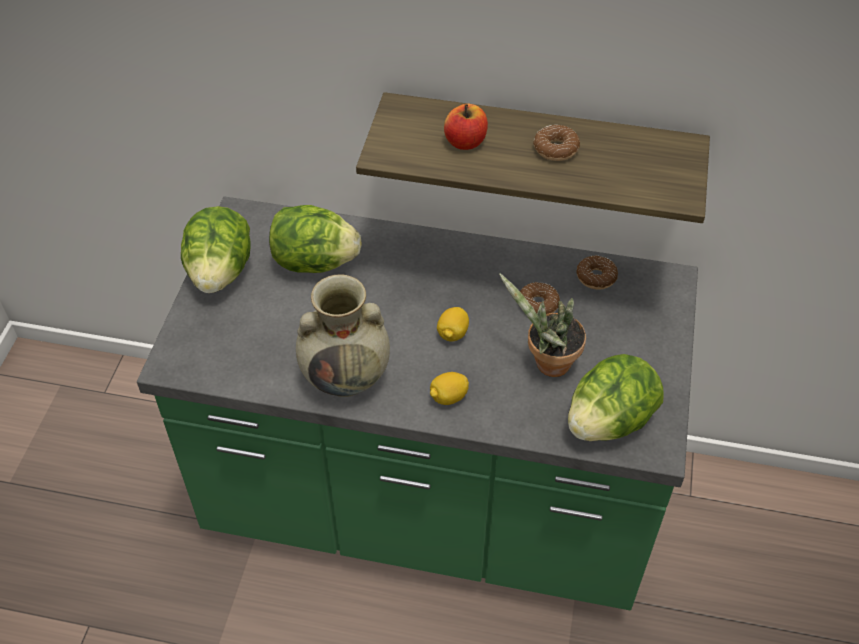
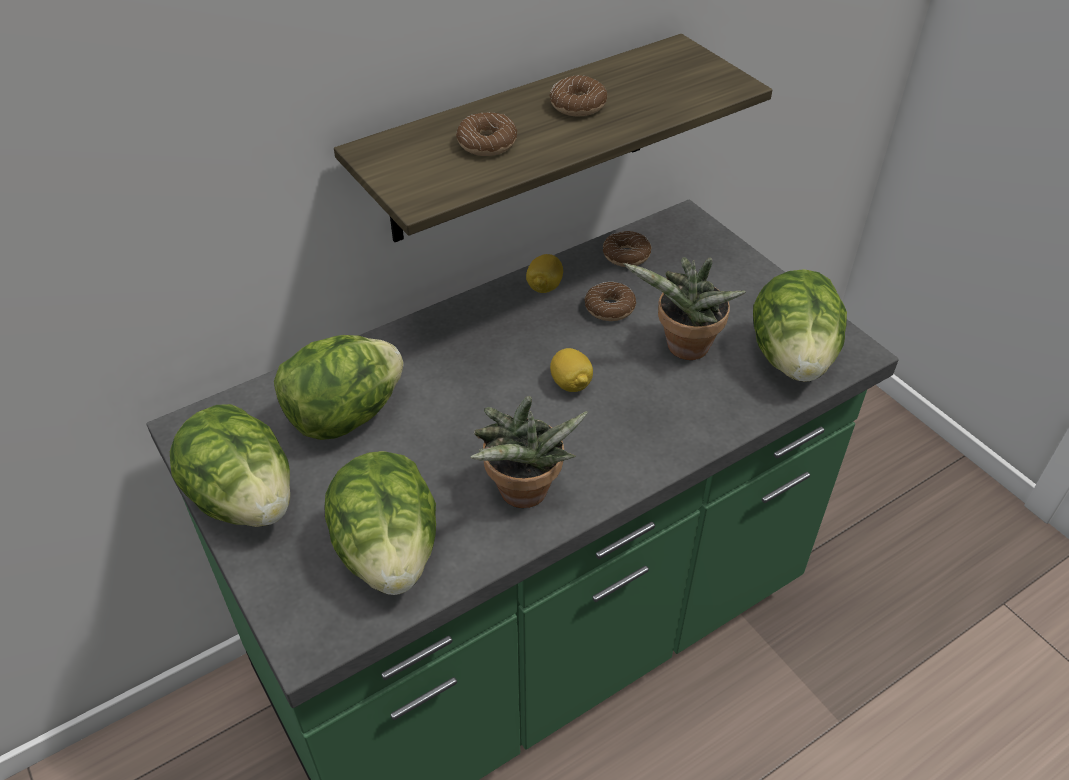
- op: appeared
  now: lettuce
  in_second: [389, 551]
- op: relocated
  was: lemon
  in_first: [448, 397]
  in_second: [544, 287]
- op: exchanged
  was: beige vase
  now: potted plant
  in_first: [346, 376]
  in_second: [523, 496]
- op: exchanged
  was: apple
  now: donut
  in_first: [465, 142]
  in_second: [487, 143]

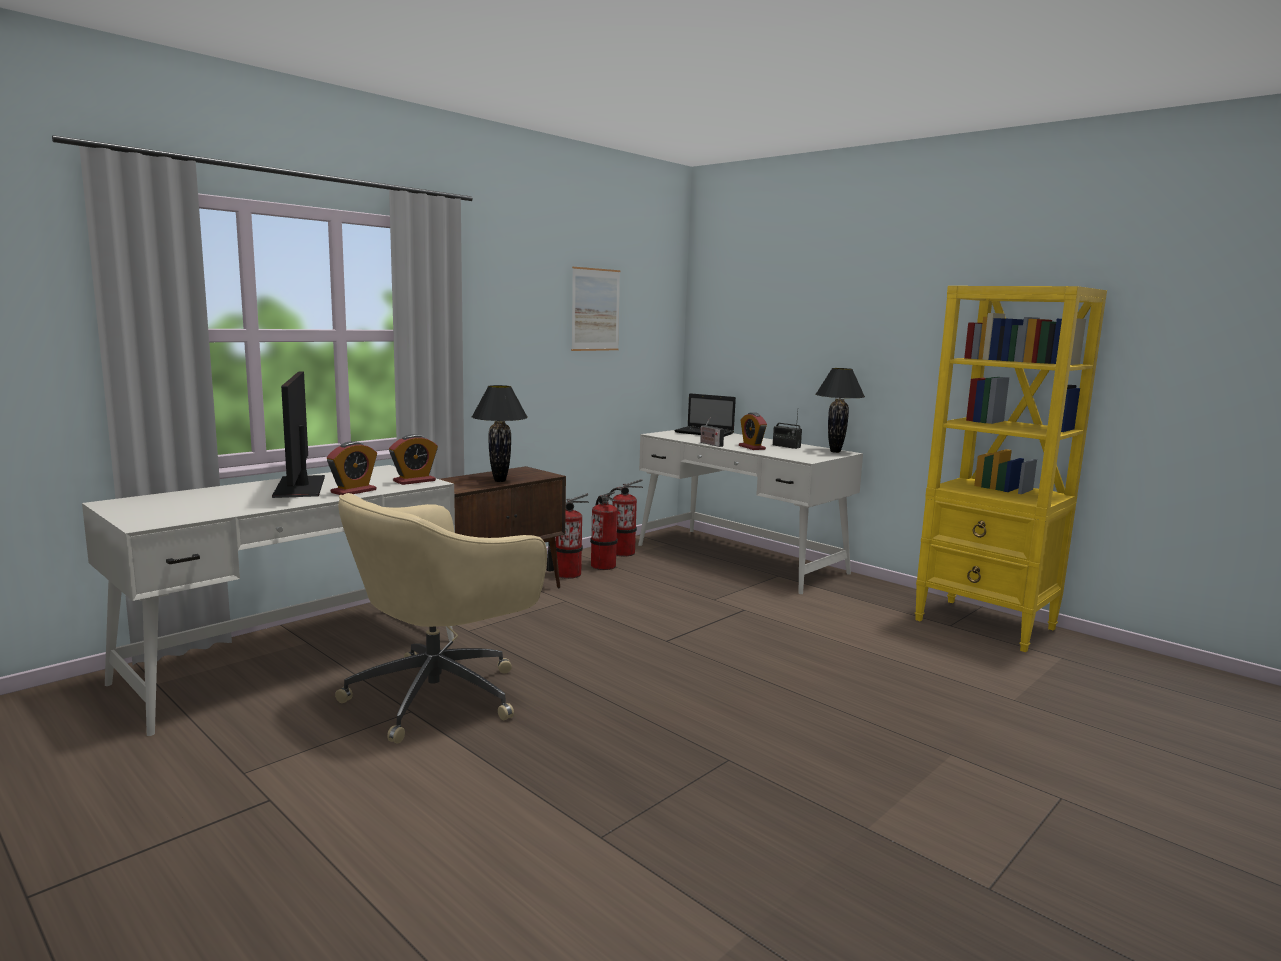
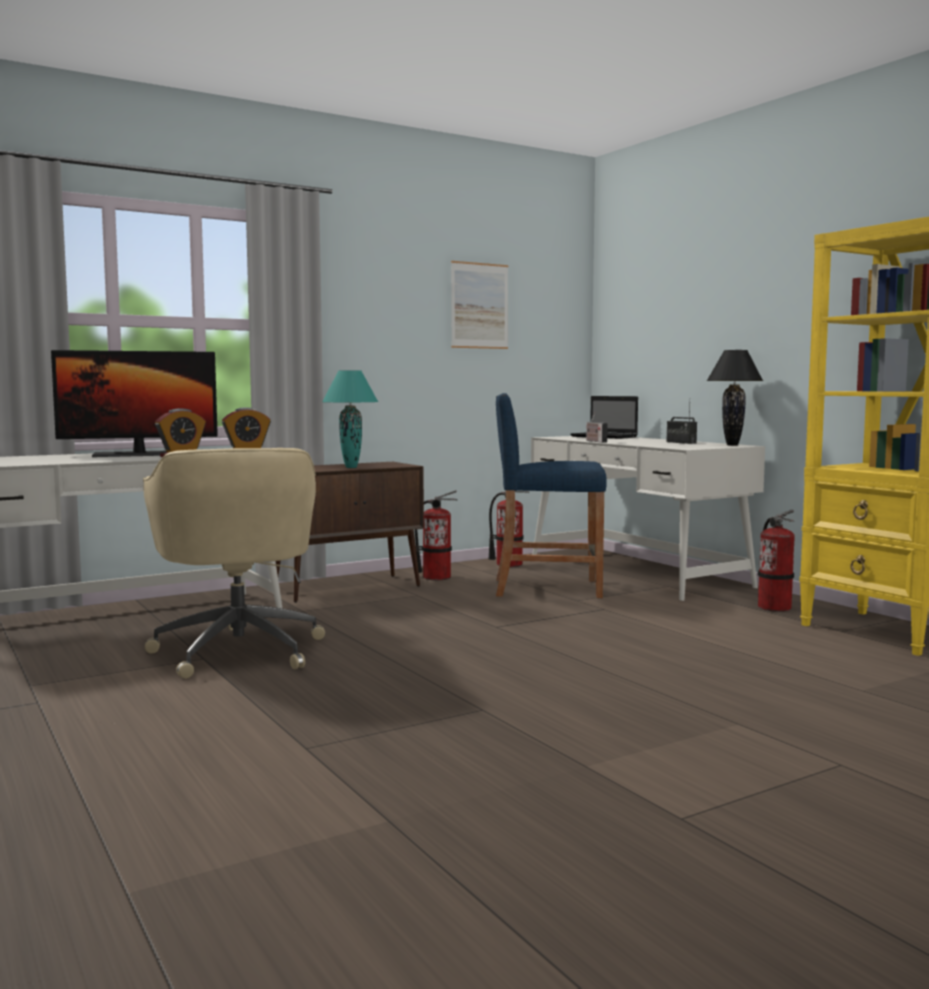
- op: missing
  was: alarm clock
  in_first: [752, 447]
- op: appeared
  now: blue stool
  in_second: [547, 588]
- op: relocated
  was: fire extinguisher
  in_first: [603, 566]
  in_second: [774, 607]
- op: colour
  was: black table lamp
  now: turquoise table lamp
  in_first: [500, 481]
  in_second: [351, 467]
- op: spun
  was: monitor
  in_first: [299, 487]
  in_second: [139, 454]
  clockwise: -105
- op: spun
  was: beige office chair
  in_first: [440, 695]
  in_second: [239, 650]
  clockwise: -75

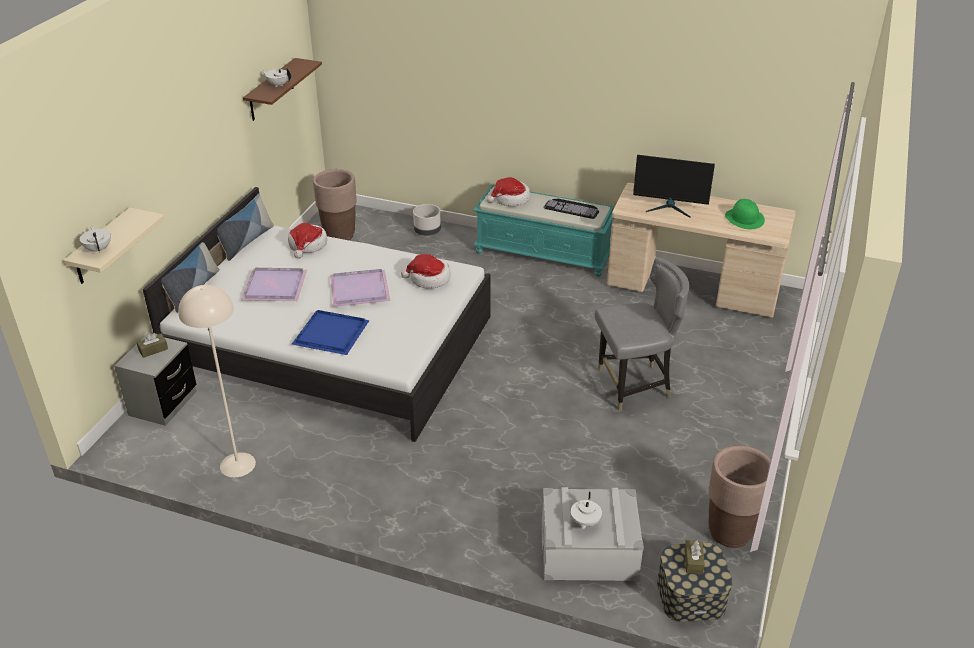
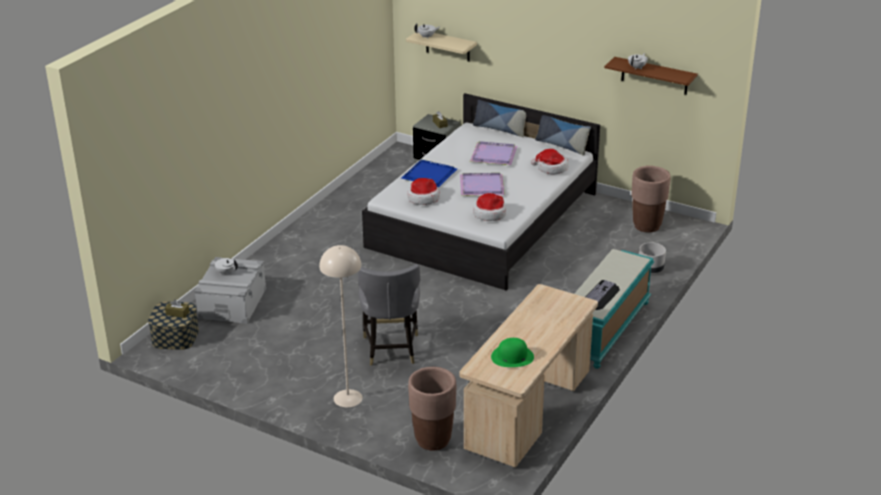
- op: missing
  was: monitor
  in_first: [669, 208]
- op: relocated
  was: beige floor lamp
  in_first: [237, 464]
  in_second: [348, 398]
- op: relocated
  was: hat
  in_first: [510, 199]
  in_second: [423, 198]
- op: relocated
  was: brown planter
  in_first: [730, 533]
  in_second: [432, 440]

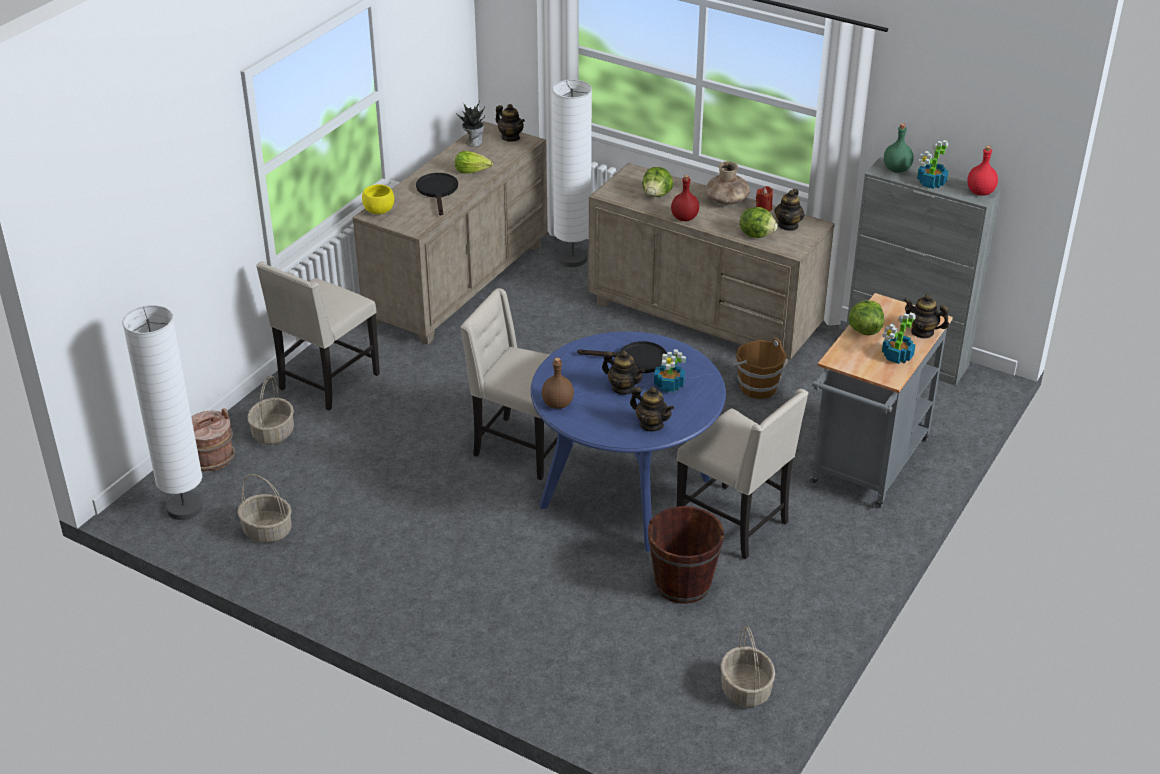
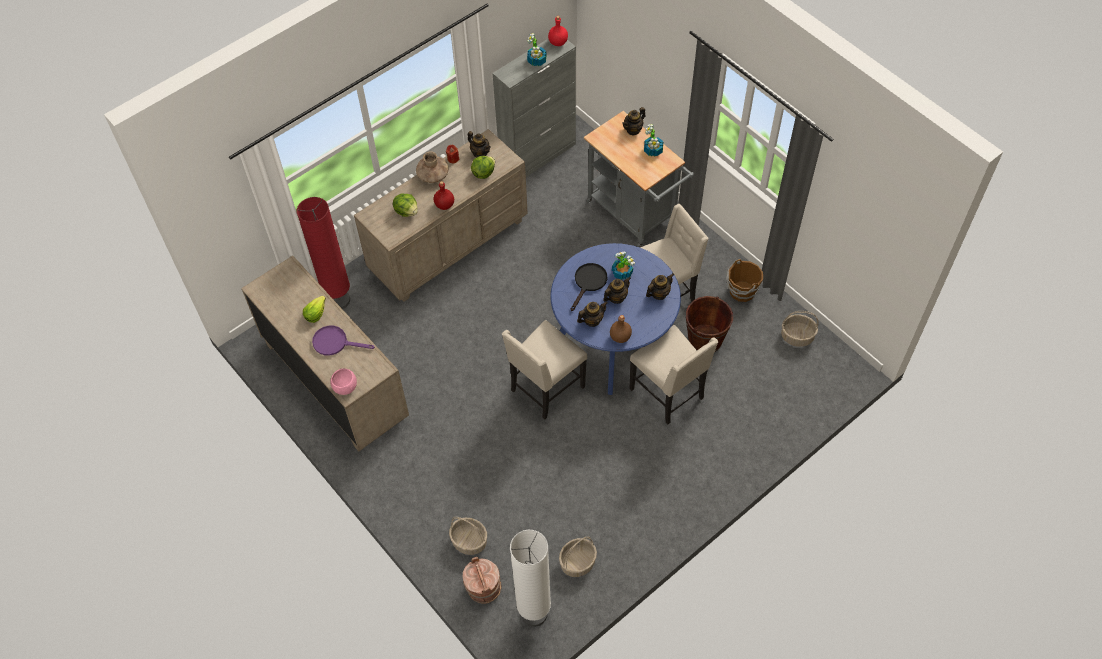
- op: missing
  was: potted plant
  in_first: [473, 142]
- op: missing
  was: lettuce
  in_first: [864, 330]
- op: missing
  was: green bottle
  in_first: [896, 169]
- op: relocated
  was: beige chair
  in_first: [327, 382]
  in_second: [668, 394]
- op: relocated
  was: teapot
  in_first: [510, 137]
  in_second: [592, 320]
- op: relocated
  was: brown bucket
  in_first: [757, 387]
  in_second: [741, 291]
- op: colour
  was: yellow bowl
  now: pink bowl
  in_first: [379, 211]
  in_second: [345, 387]
- op: colour
  was: black frying pan
  now: purple frying pan
  in_first: [438, 191]
  in_second: [335, 342]
- op: colour
  was: white floor lamp
  now: red floor lamp
  in_first: [572, 259]
  in_second: [339, 300]

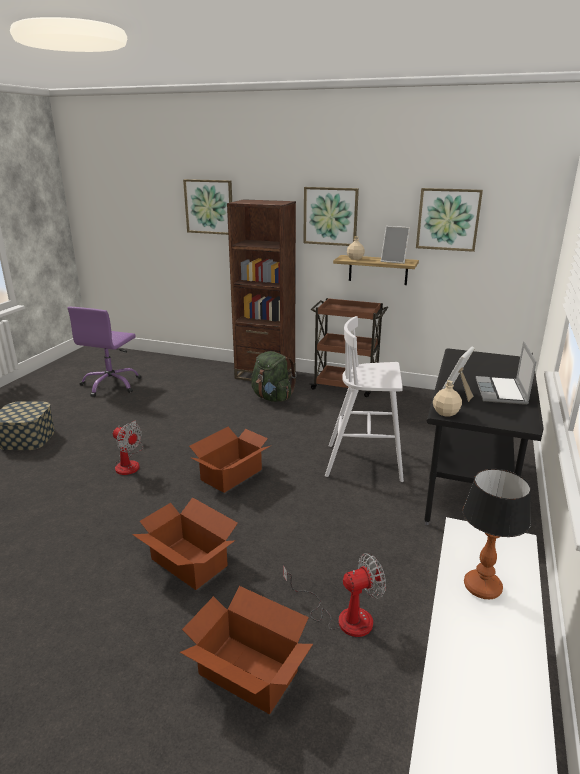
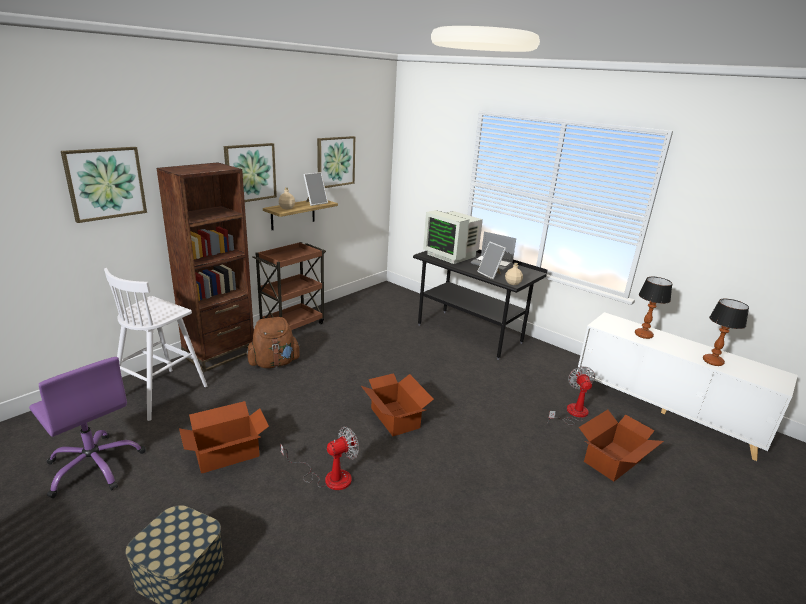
- op: appeared
  now: monitor
  in_second: [451, 255]
- op: appeared
  now: table lamp
  in_second: [713, 362]
- op: relocated
  was: cardboard box
  in_first: [188, 563]
  in_second: [228, 454]
- op: relocated
  was: white stool
  in_first: [366, 463]
  in_second: [162, 393]
- op: colour
  was: green backpack
  now: brown backpack
  in_first: [272, 398]
  in_second: [274, 363]

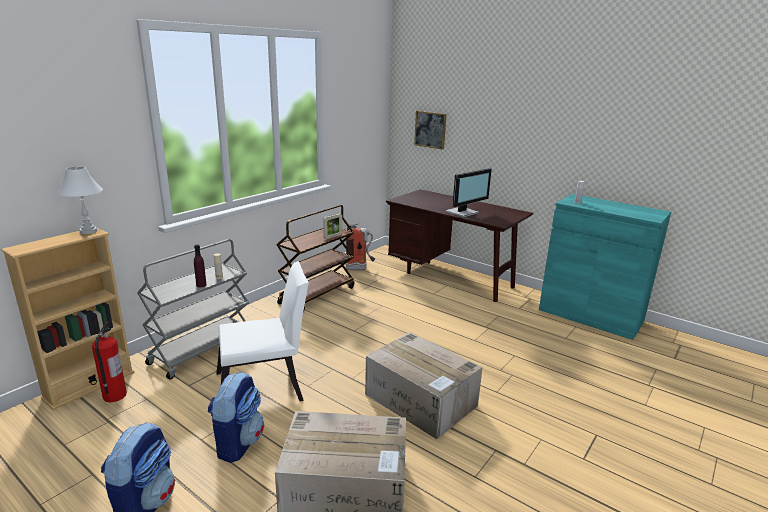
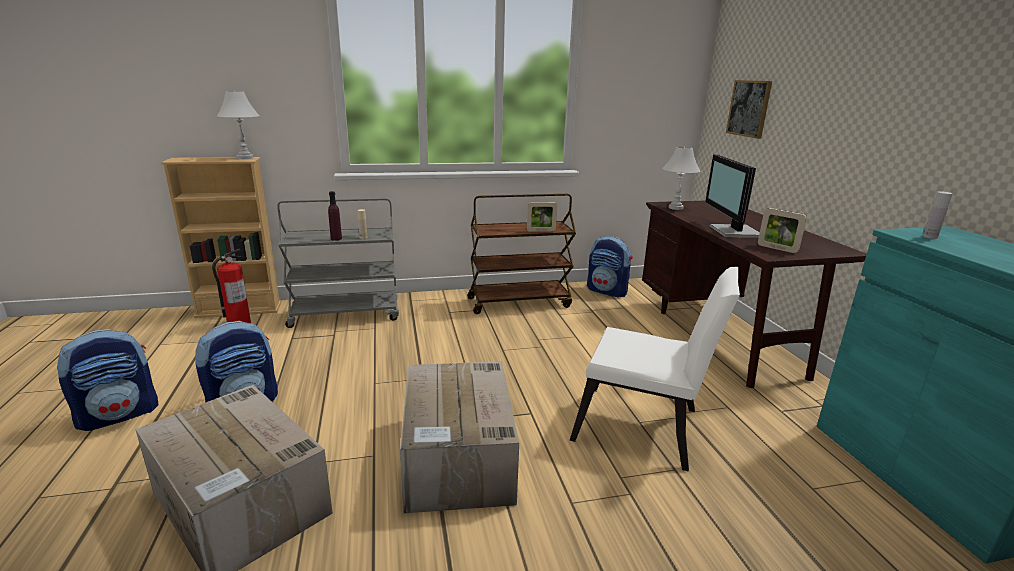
- op: appeared
  now: white table lamp
  in_second: [676, 208]
- op: appeared
  now: picture frame
  in_second: [777, 248]
- op: relocated
  was: white chair
  in_first: [265, 386]
  in_second: [644, 429]
- op: exchanged
  was: fire extinguisher
  now: backpack
  in_first: [360, 268]
  in_second: [607, 291]
- op: spun
  was: monitor
  in_first: [463, 212]
  in_second: [733, 232]
  clockwise: 90

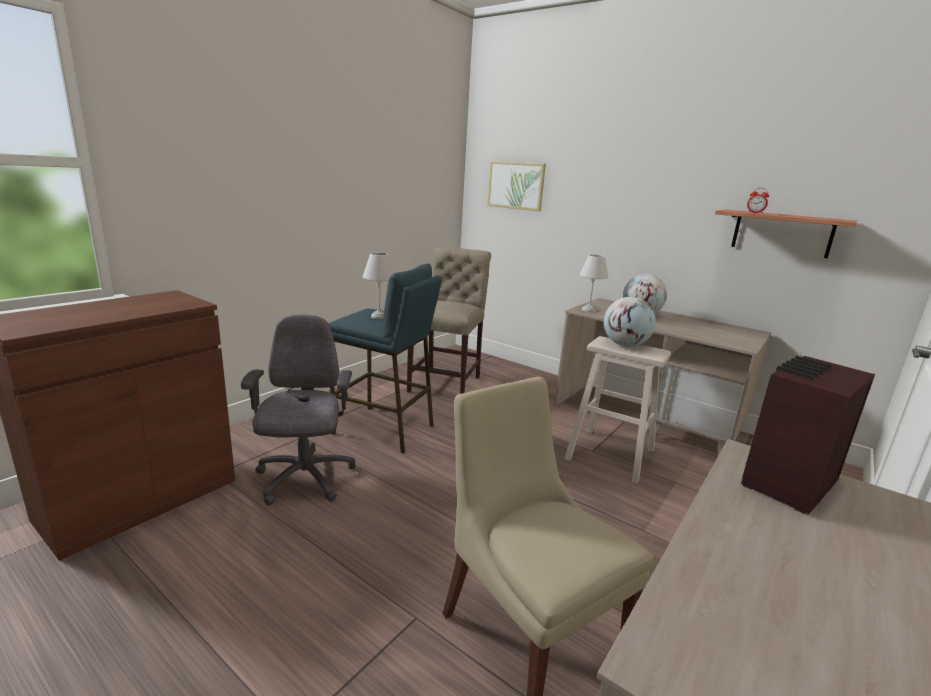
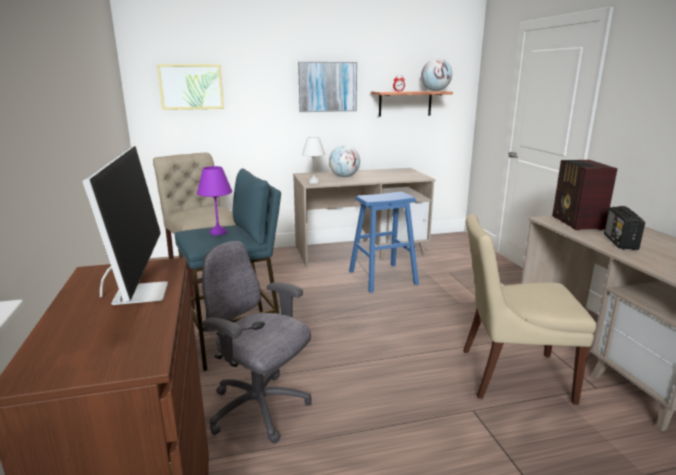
- op: appeared
  now: monitor
  in_second: [140, 292]
- op: appeared
  now: picture
  in_second: [327, 87]
- op: appeared
  now: radio
  in_second: [620, 242]
- op: relocated
  was: globe
  in_first: [625, 345]
  in_second: [435, 91]
- op: colour
  was: white table lamp
  now: purple table lamp
  in_first: [379, 317]
  in_second: [219, 232]
- op: colour
  was: beige stool
  now: blue stool
  in_first: [610, 454]
  in_second: [382, 277]

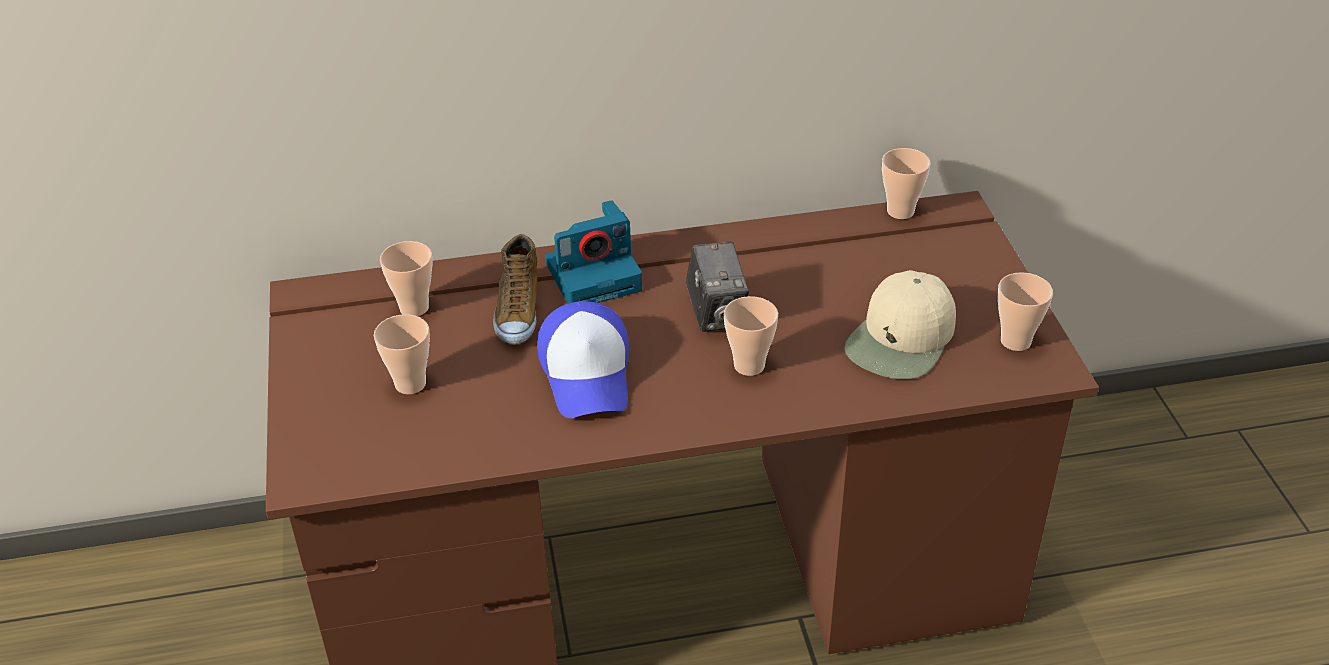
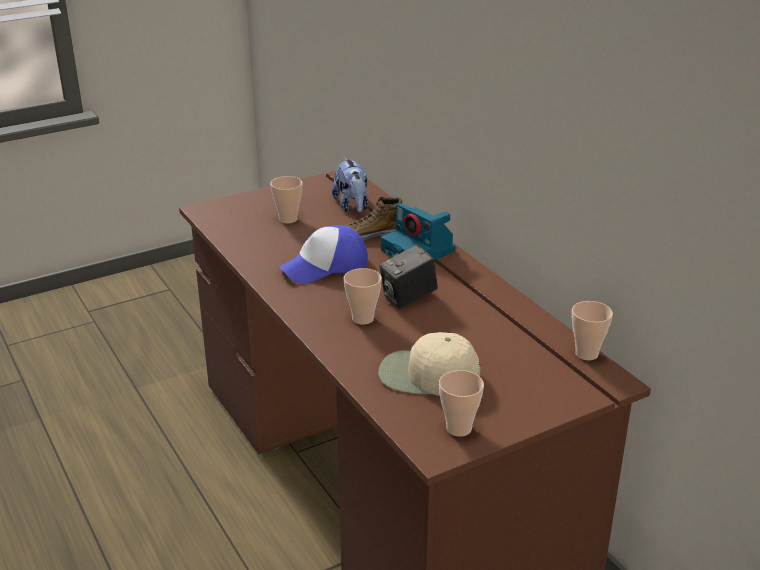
- op: exchanged
  was: cup
  now: plush toy
  in_first: [414, 308]
  in_second: [352, 206]

